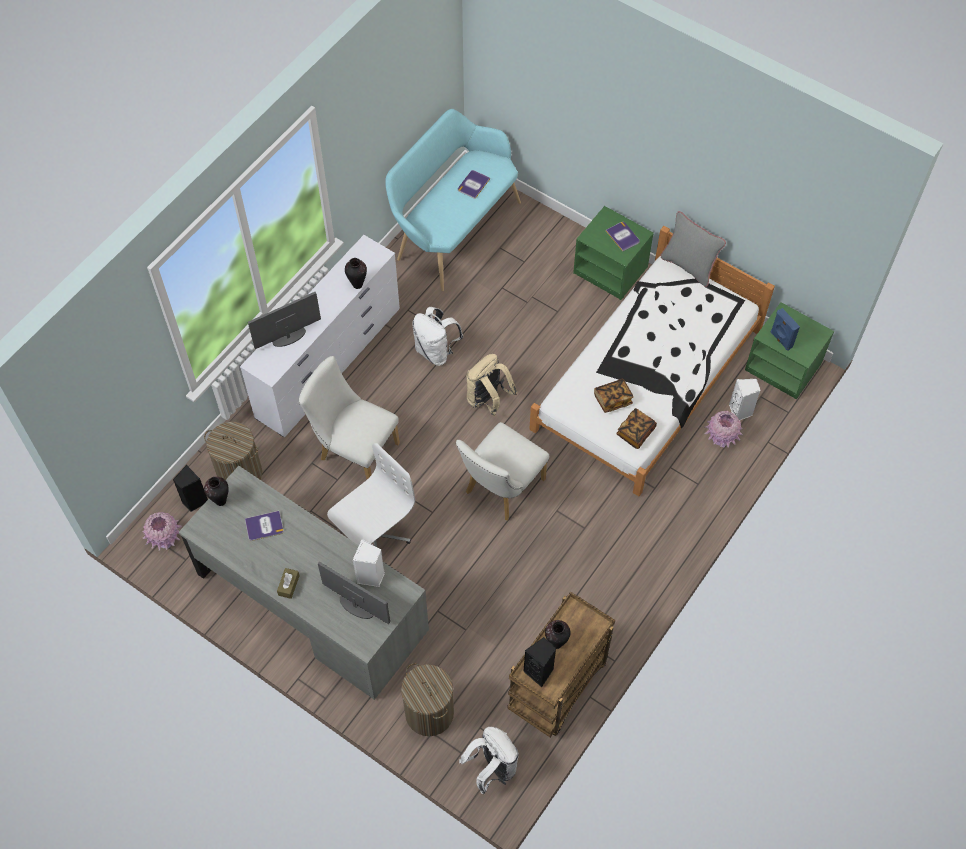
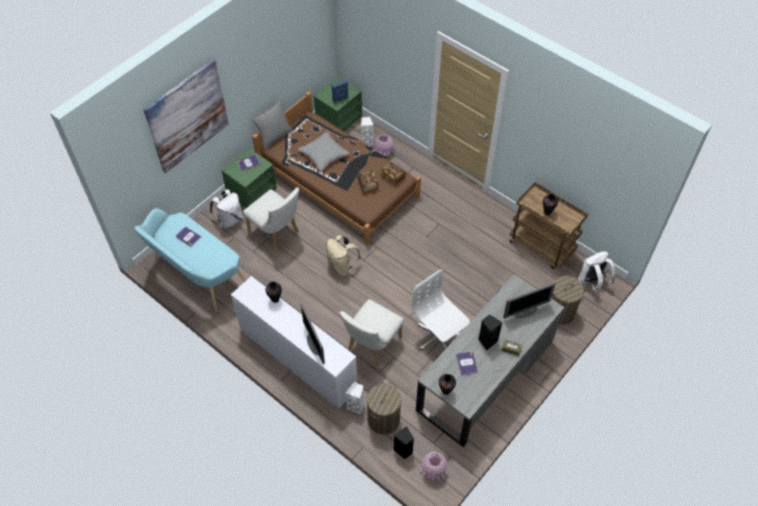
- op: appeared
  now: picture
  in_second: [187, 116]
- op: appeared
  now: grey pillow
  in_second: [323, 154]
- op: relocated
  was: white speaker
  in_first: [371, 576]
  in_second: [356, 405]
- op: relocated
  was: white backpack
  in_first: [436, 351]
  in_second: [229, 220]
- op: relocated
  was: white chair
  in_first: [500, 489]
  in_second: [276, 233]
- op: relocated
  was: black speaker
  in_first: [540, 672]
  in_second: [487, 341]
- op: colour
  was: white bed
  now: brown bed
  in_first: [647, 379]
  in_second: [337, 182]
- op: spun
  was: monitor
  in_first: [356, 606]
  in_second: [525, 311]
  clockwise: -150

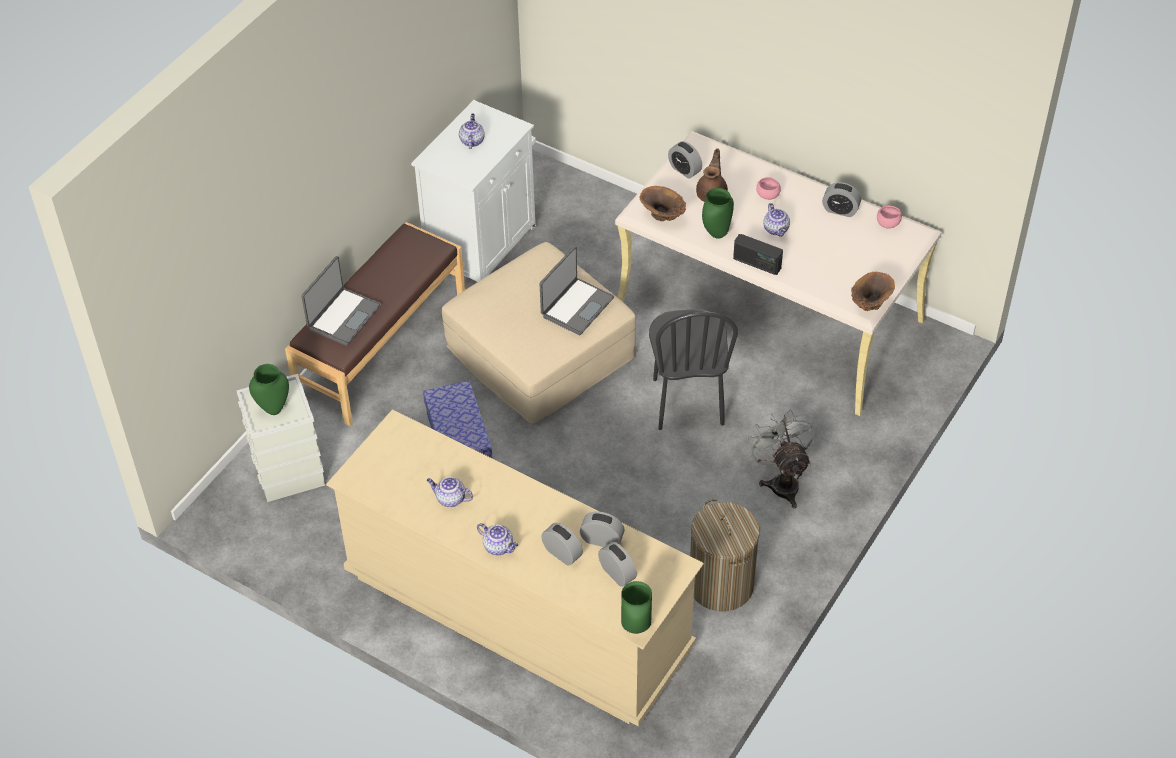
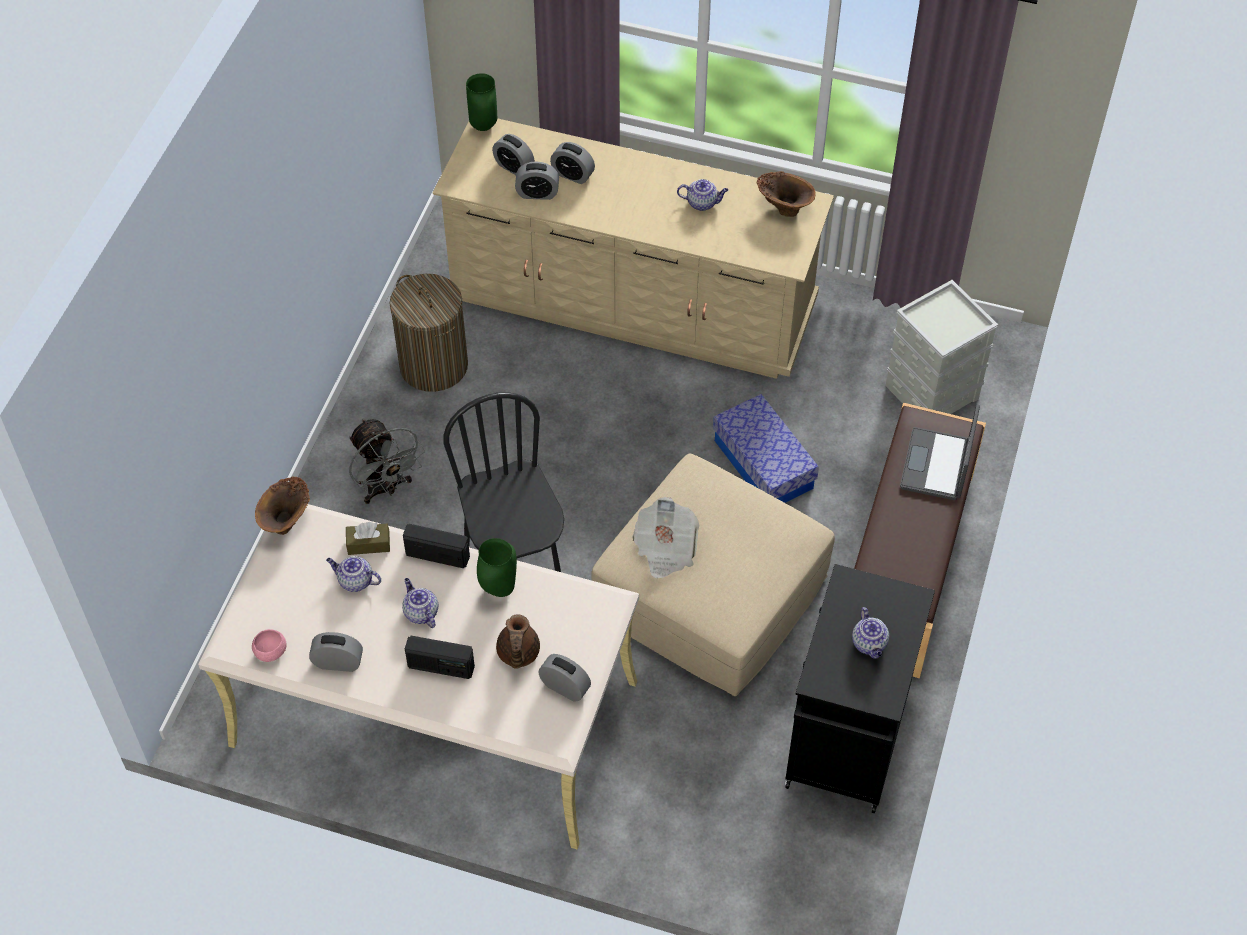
- op: missing
  was: green vase
  in_first: [273, 410]
- op: appeared
  now: brown tissue box
  in_second: [368, 544]
- op: relocated
  was: teapot
  in_first: [499, 547]
  in_second: [355, 581]
- op: relocated
  was: brown vase
  in_first: [662, 218]
  in_second: [784, 208]
- op: exchanged
  was: laptop
  now: newspaper
  in_first: [576, 306]
  in_second: [665, 549]
- op: exchanged
  was: pink bowl
  now: radio
  in_first: [768, 195]
  in_second: [441, 666]
- op: colour
  was: white cabinet
  now: black cabinet
  in_first: [482, 245]
  in_second: [846, 742]

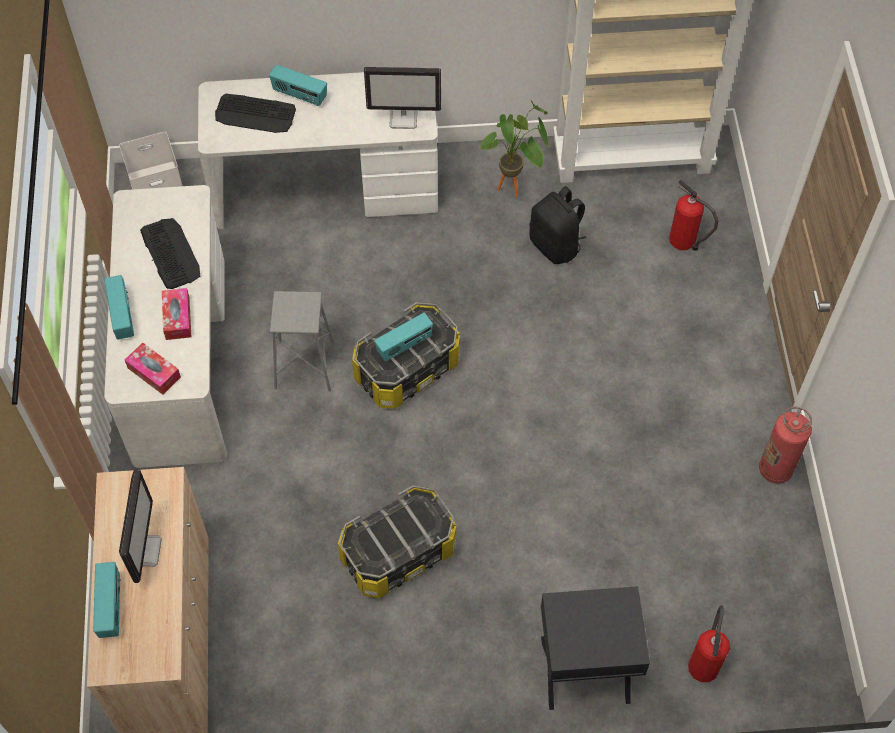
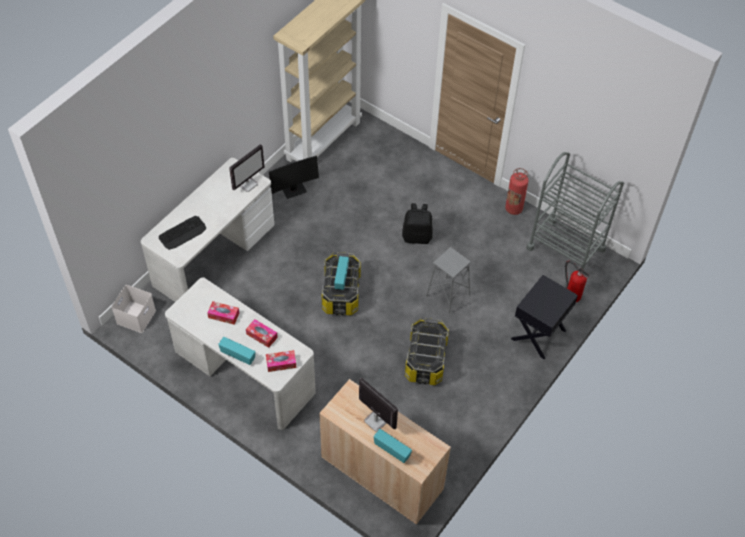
- op: missing
  was: radio
  in_first: [299, 95]
- op: missing
  was: fire extinguisher
  in_first: [685, 241]
- op: appeared
  now: grey cart
  in_second: [565, 248]
- op: relocated
  was: grey stool
  in_first: [304, 366]
  in_second: [448, 295]
- op: relocated
  was: black backpack
  in_first: [556, 245]
  in_second: [417, 236]
- op: exchanged
  was: keyboard
  now: tissue box
  in_first: [170, 253]
  in_second: [223, 315]
- op: exchanged
  was: potted plant
  now: monitor
  in_first: [515, 189]
  in_second: [294, 190]

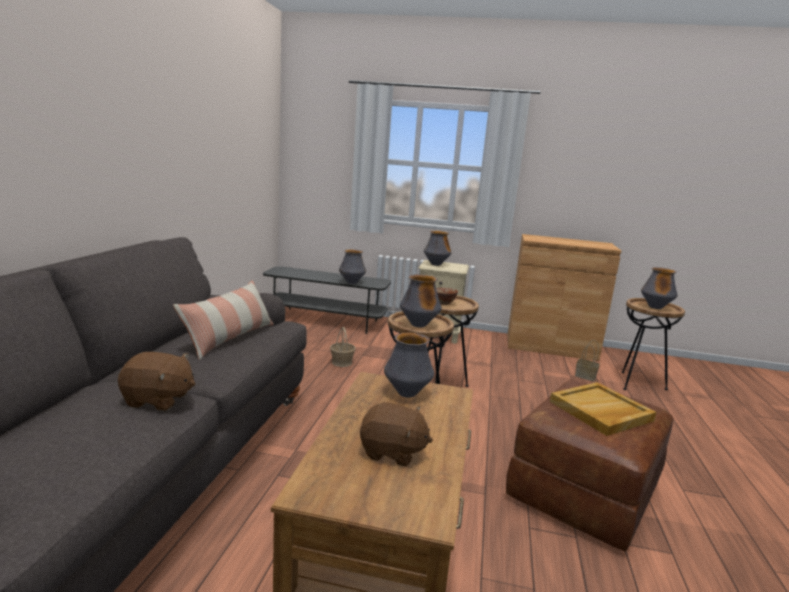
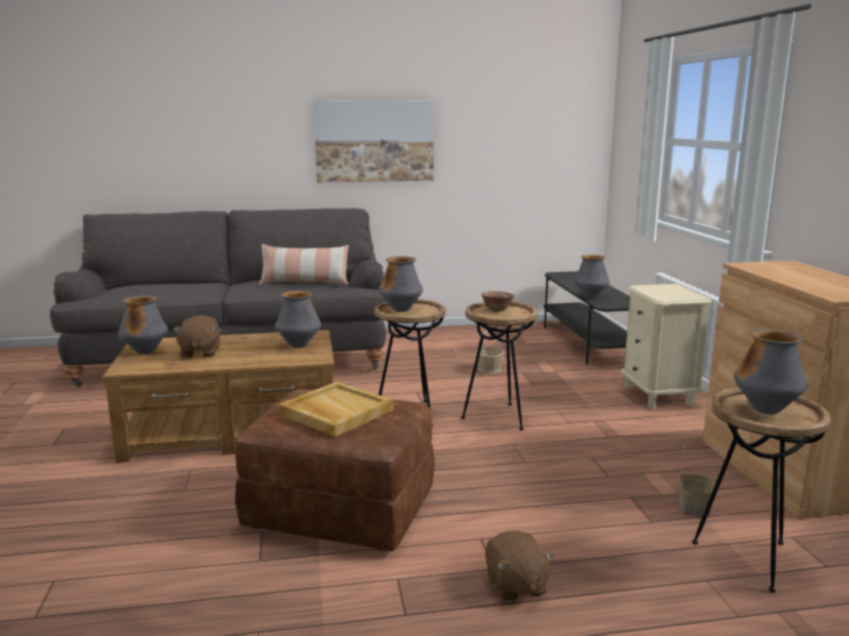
- op: appeared
  now: picture
  in_second: [374, 141]
- op: relocated
  was: brown plush toy
  in_first: [158, 400]
  in_second: [515, 586]
- op: relocated
  was: vase
  in_first: [436, 264]
  in_second: [145, 352]

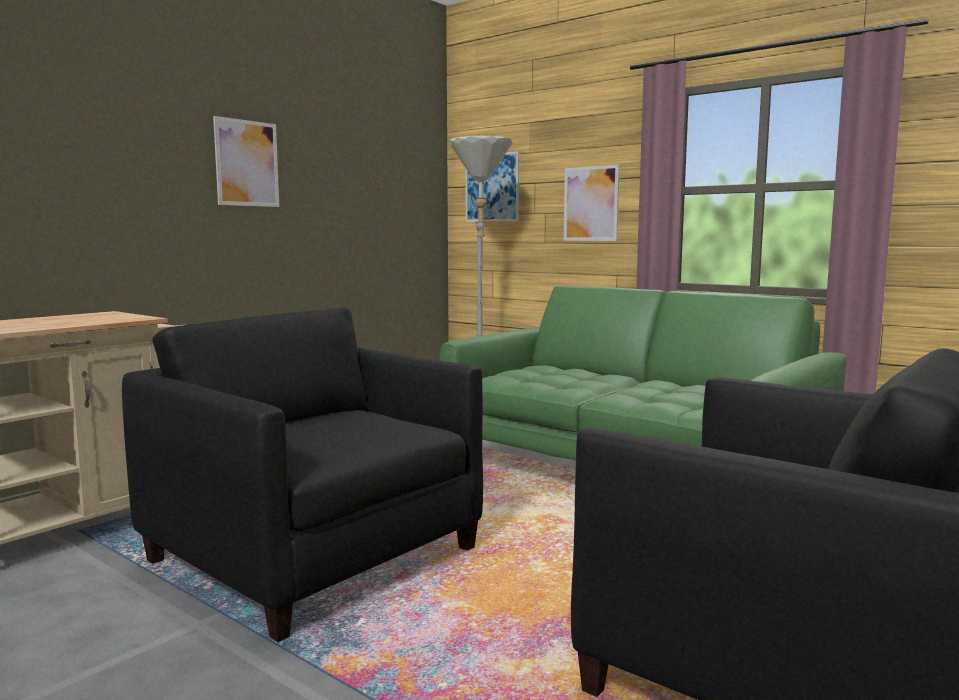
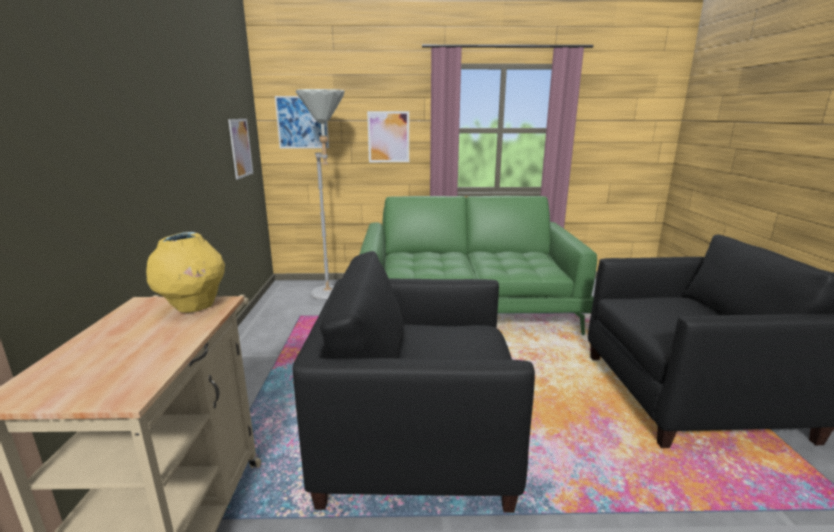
- op: appeared
  now: yellow vase
  in_second: [193, 307]
- op: relocated
  was: picture
  in_first: [247, 163]
  in_second: [240, 148]

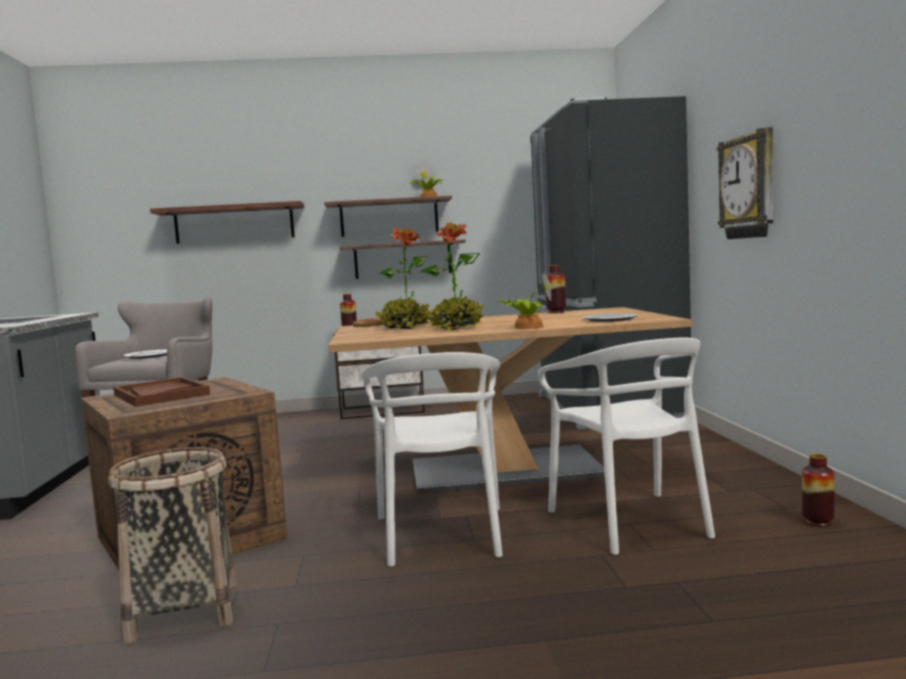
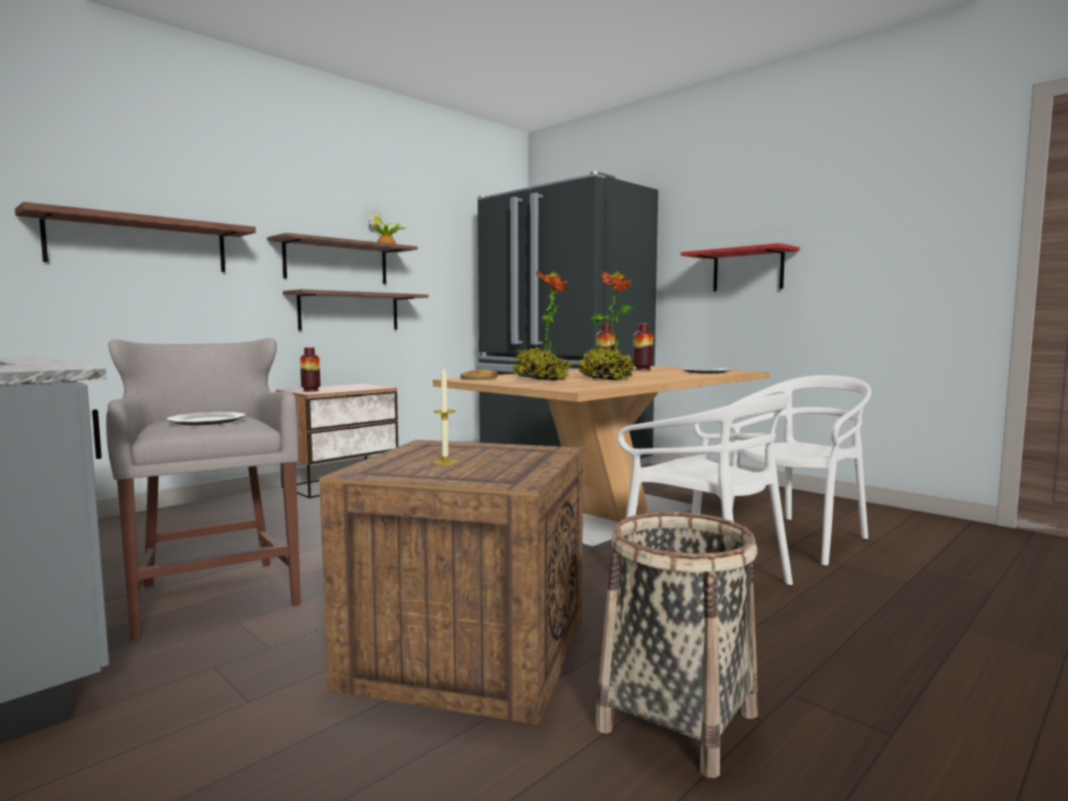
- op: missing
  was: potted plant
  in_first: [526, 327]
- op: relocated
  was: vase
  in_first: [818, 522]
  in_second: [642, 369]
- op: exchanged
  was: brown tray
  now: candle
  in_first: [160, 395]
  in_second: [445, 462]
- op: exchanged
  was: wall clock
  now: red shelf
  in_first: [749, 187]
  in_second: [747, 270]
- op: spun
  was: white chair
  in_first: [630, 522]
  in_second: [798, 539]
  clockwise: -75

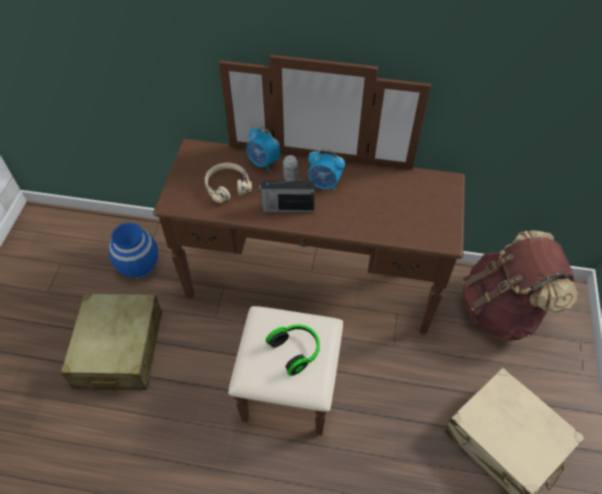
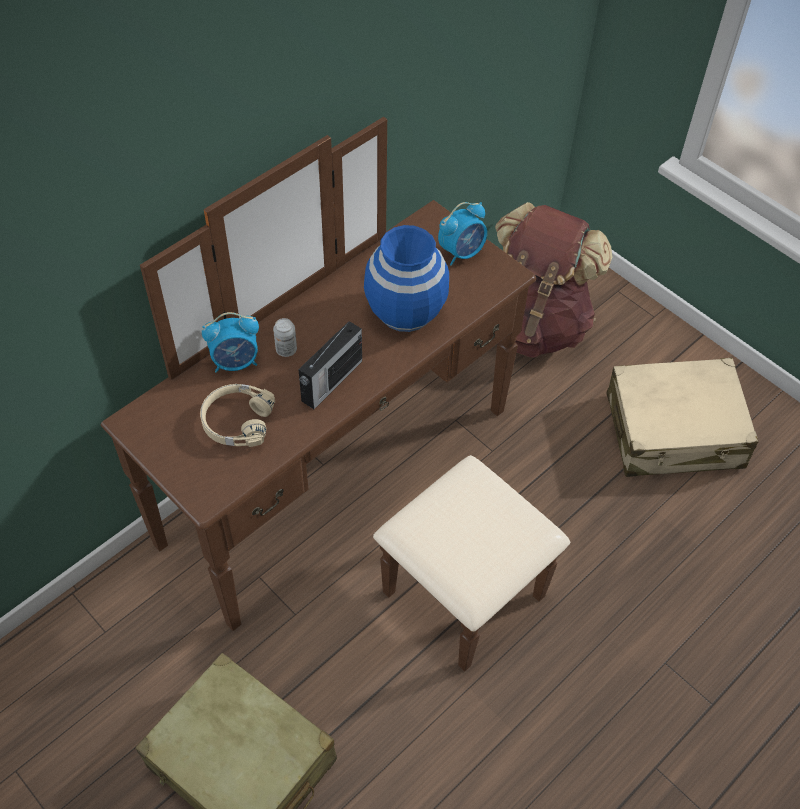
- op: missing
  was: headphones
  in_first: [296, 350]
- op: relocated
  was: blue vase
  in_first: [139, 266]
  in_second: [406, 311]
- op: relocated
  was: alarm clock
  in_first: [324, 184]
  in_second: [462, 252]

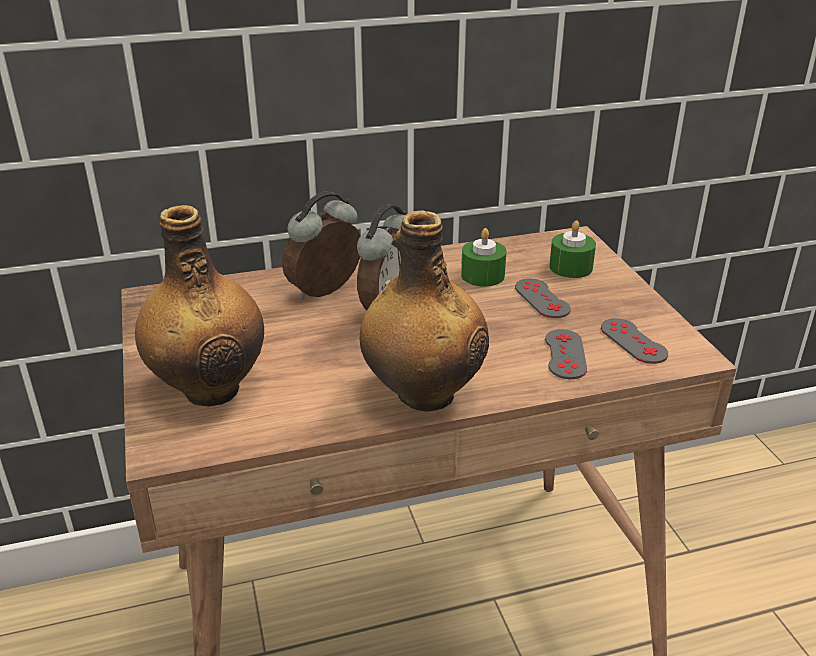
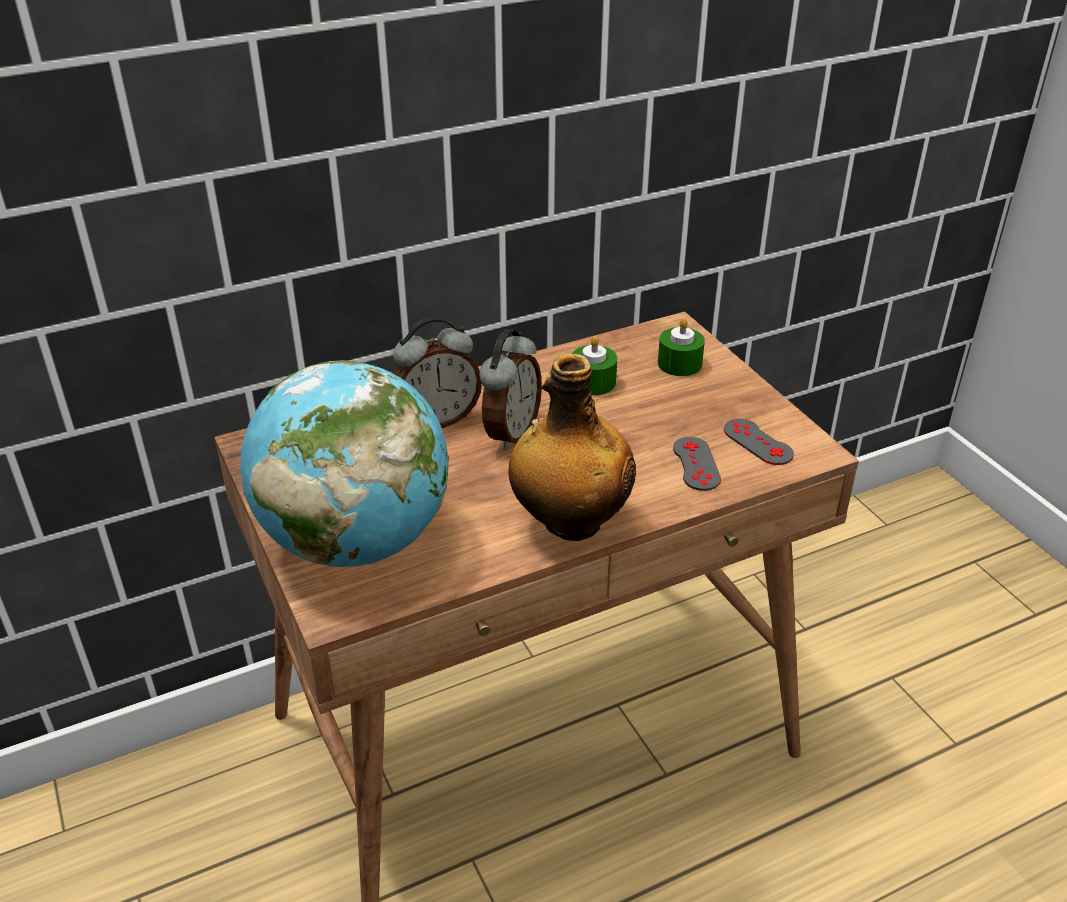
- op: missing
  was: grey game controller
  in_first: [542, 298]
- op: exchanged
  was: bottle
  now: globe
  in_first: [210, 388]
  in_second: [355, 541]
- op: spun
  was: alarm clock
  in_first: [326, 292]
  in_second: [438, 419]
  clockwise: -150

